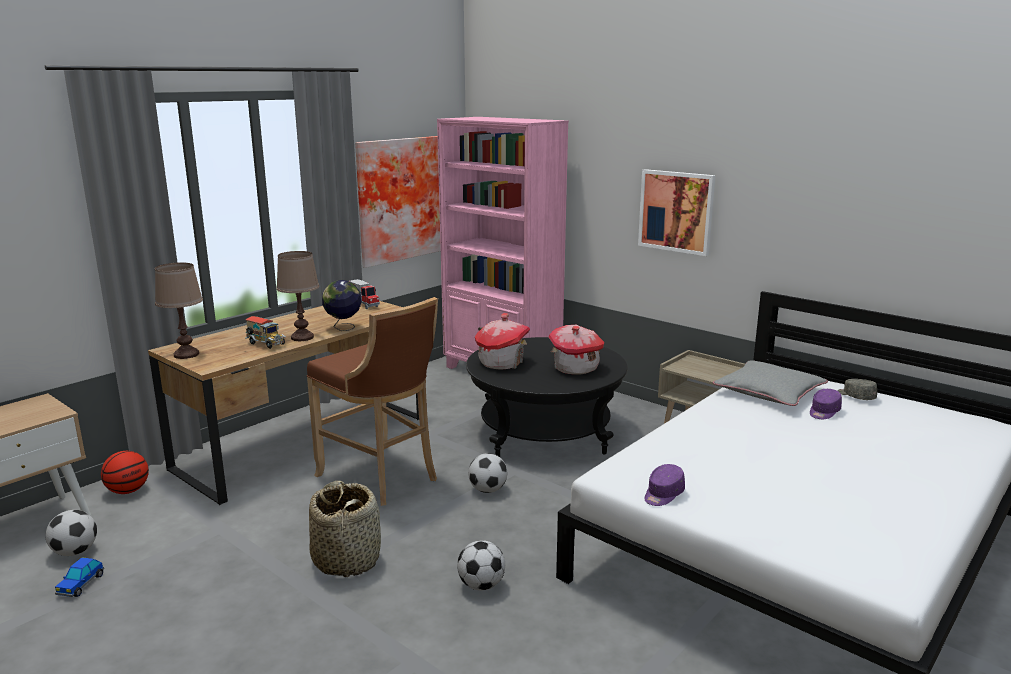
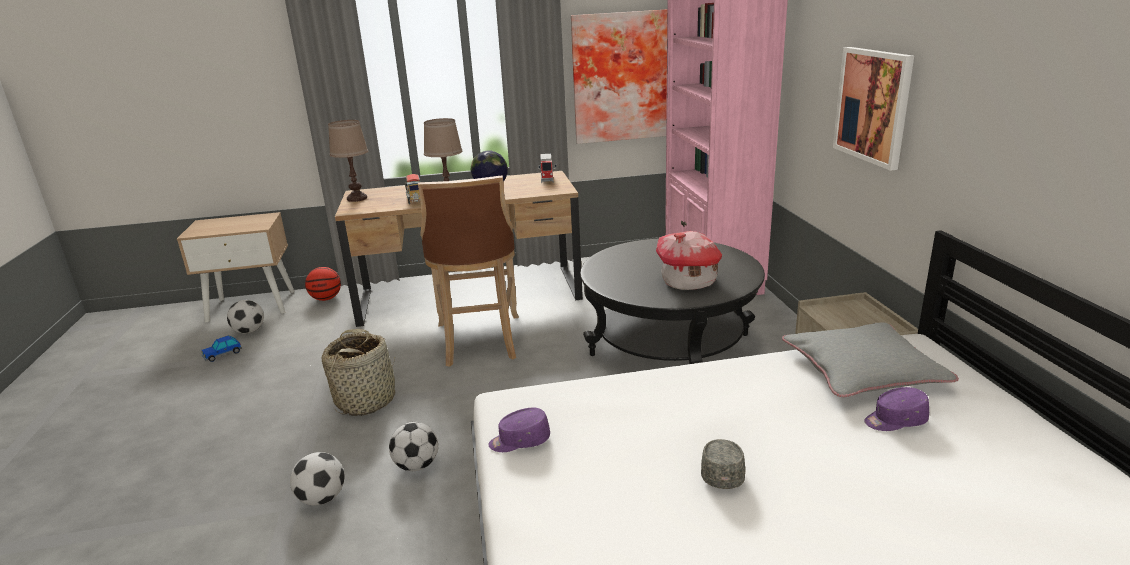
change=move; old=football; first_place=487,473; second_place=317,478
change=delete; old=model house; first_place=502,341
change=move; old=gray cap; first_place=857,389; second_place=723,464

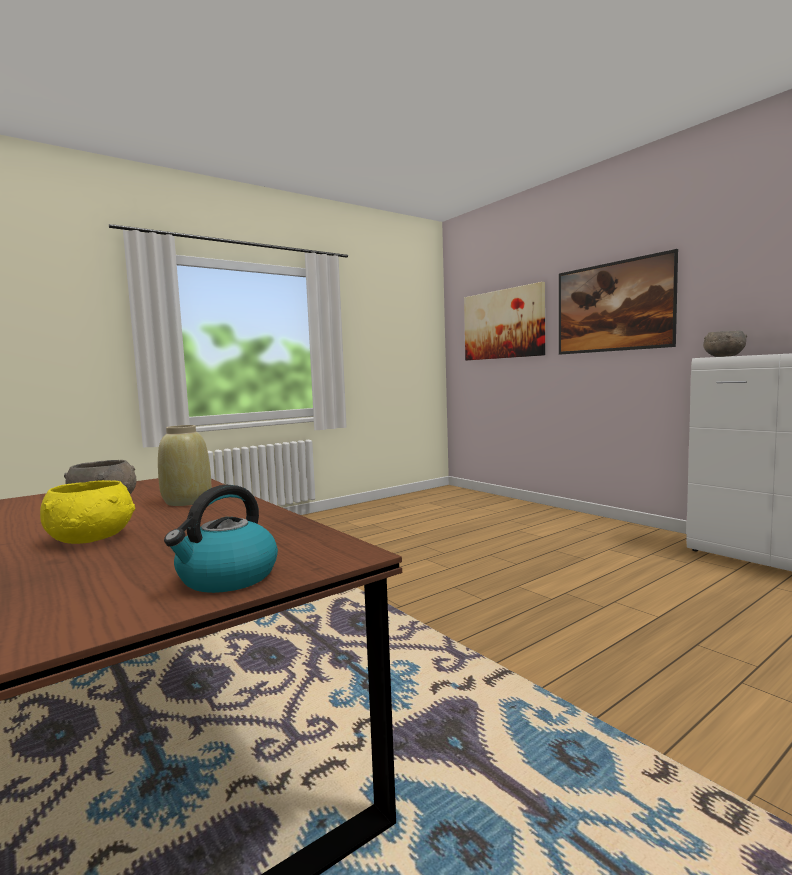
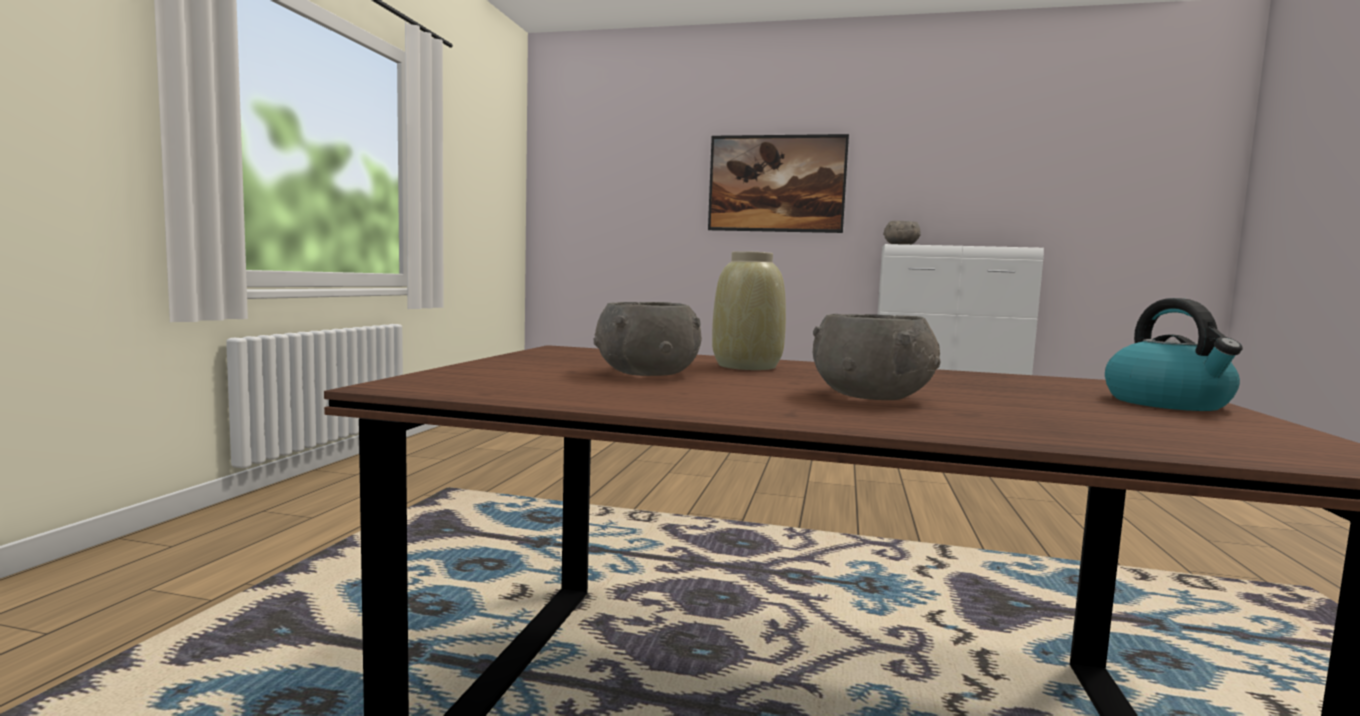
change=recolor; old=yellow-coloured deep dish; new=gray deep dish; first_place=87,512; second_place=876,357
change=delete; old=picture; first_place=504,321

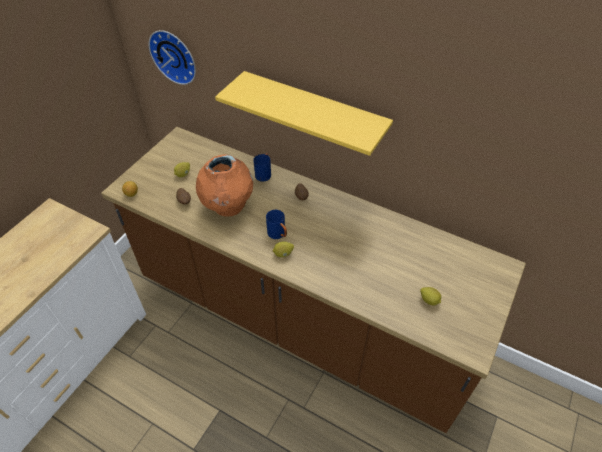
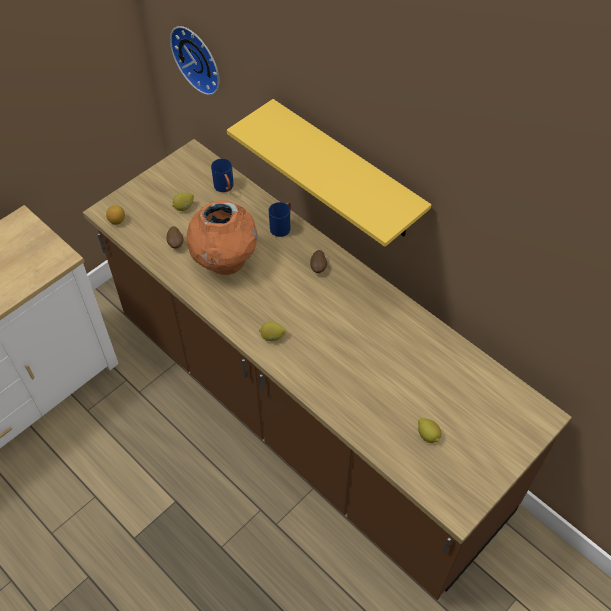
change=move; old=blue-coloured coffee mug; first_place=276,224; second_place=222,175

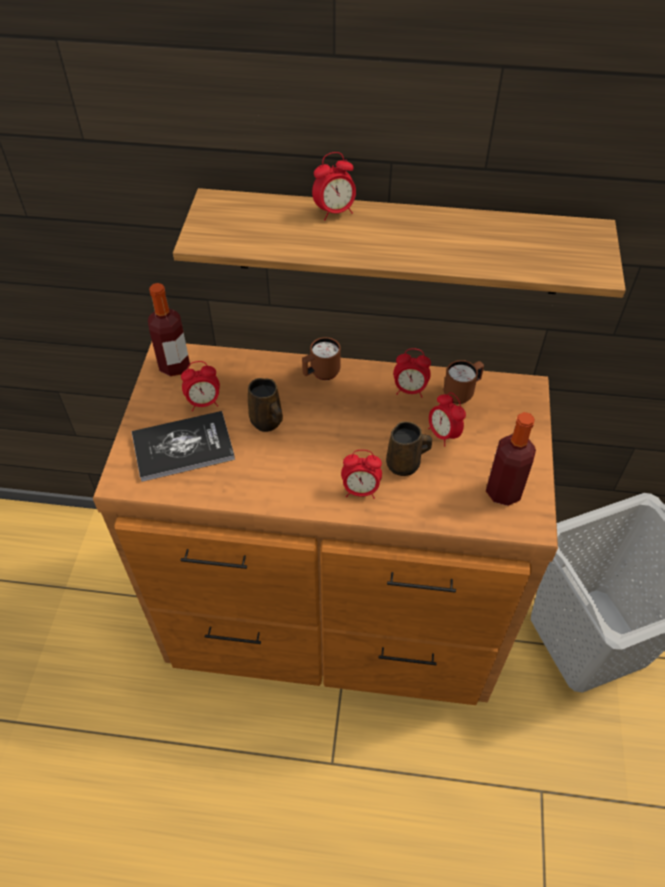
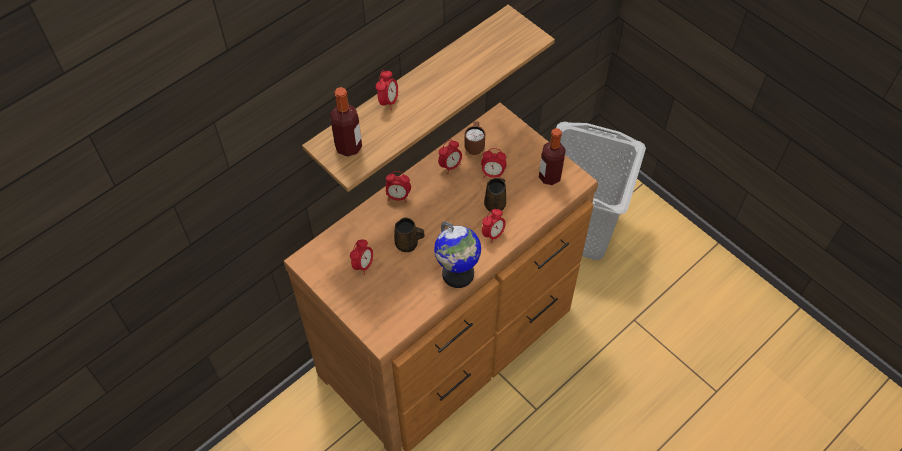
change=delete; old=book; first_place=183,446
change=move; old=drink bottle; first_place=169,329; second_place=346,122
change=replace; old=brown coffee mug; new=alarm clock; first_place=321,358; second_place=398,186
change=insert; new=globe; second_place=457,254

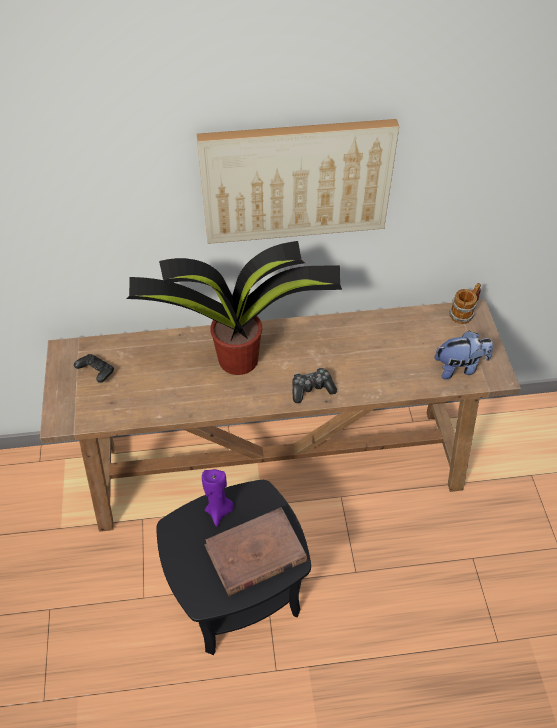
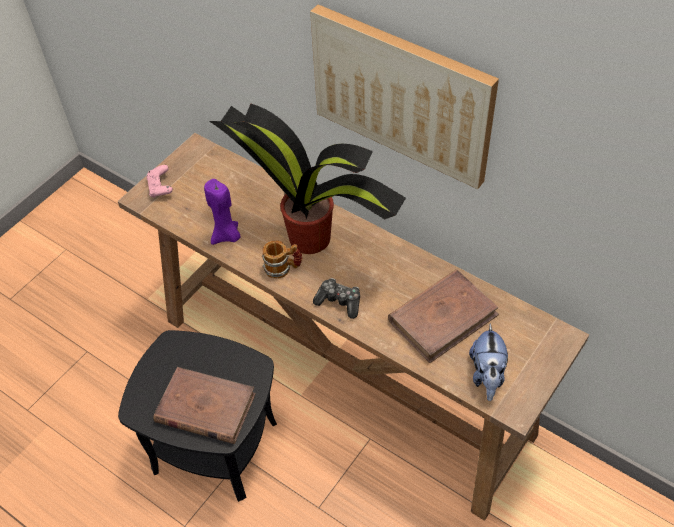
change=delete; old=black joypad; first_place=94,368
change=move; old=purplish candle; first_place=217,497; second_place=222,212
change=rotate; old=plush toy; first_place=463,355; second_place=488,362; degrees=60
change=move; old=coffee mug; first_place=465,303; second_place=282,259
change=insert; new=pink-coloured joypad; second_place=160,181
change=insert; new=brown book; second_place=443,316

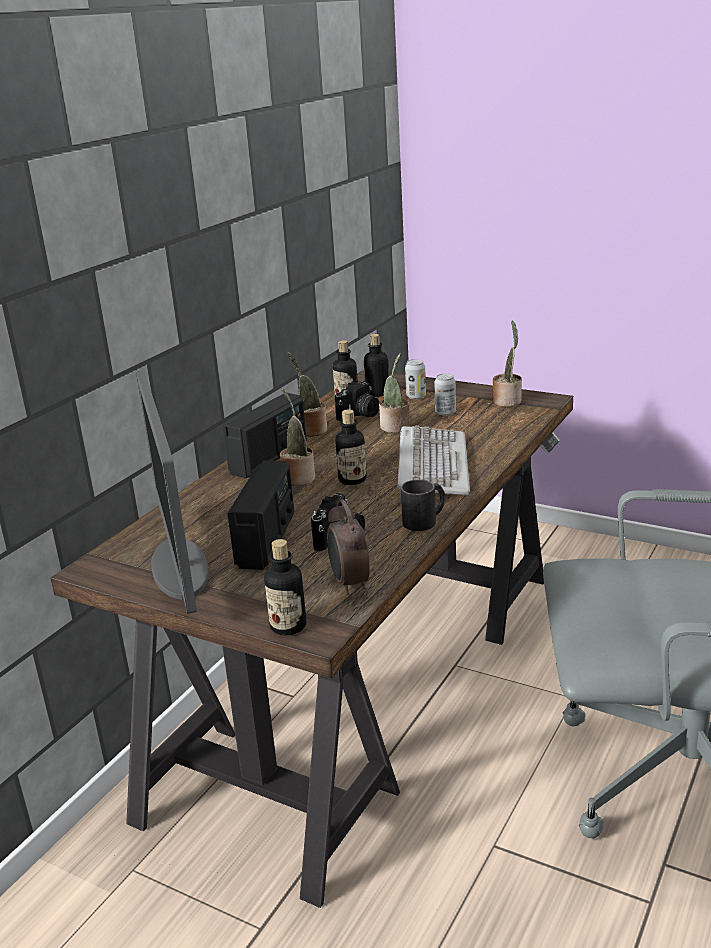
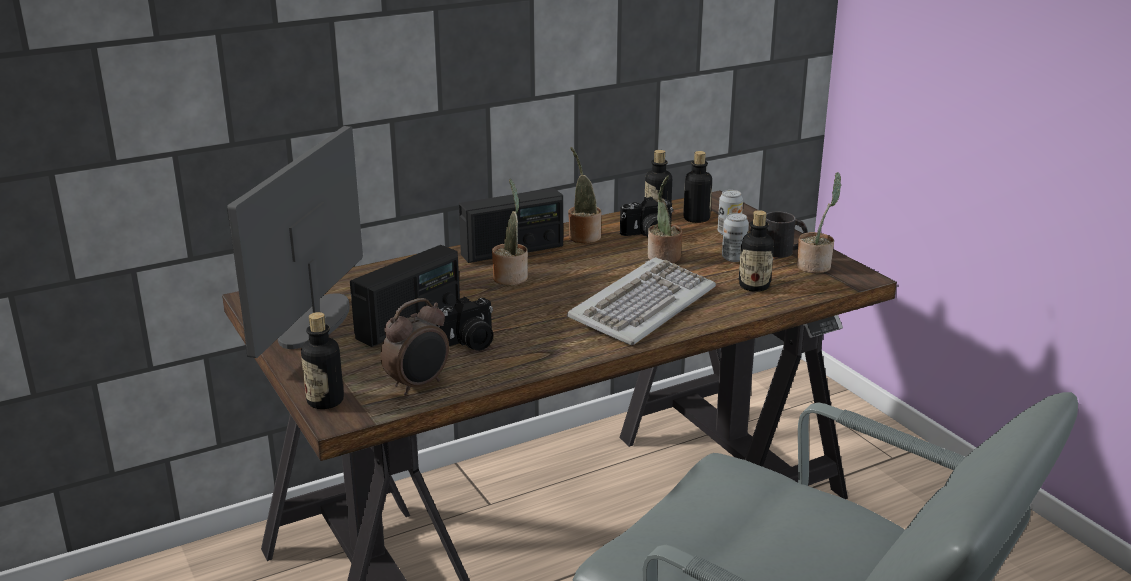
change=rotate; old=alarm clock; first_place=348,547; second_place=415,347; degrees=-150
change=move; old=drink bottle; first_place=350,447; second_place=756,251
change=move; old=black coffee mug; first_place=423,505; second_place=787,235

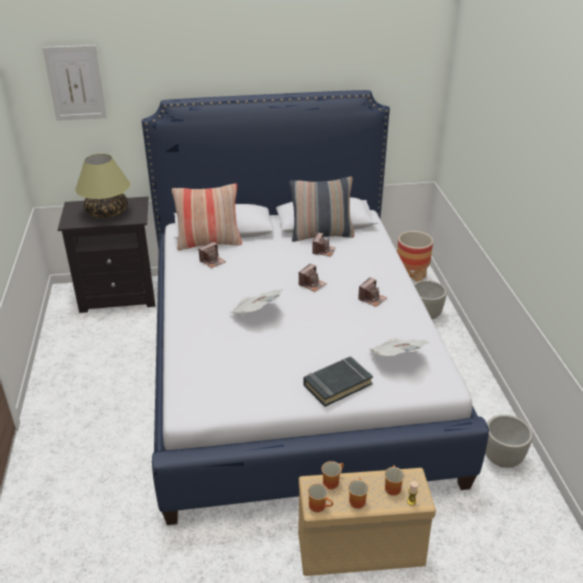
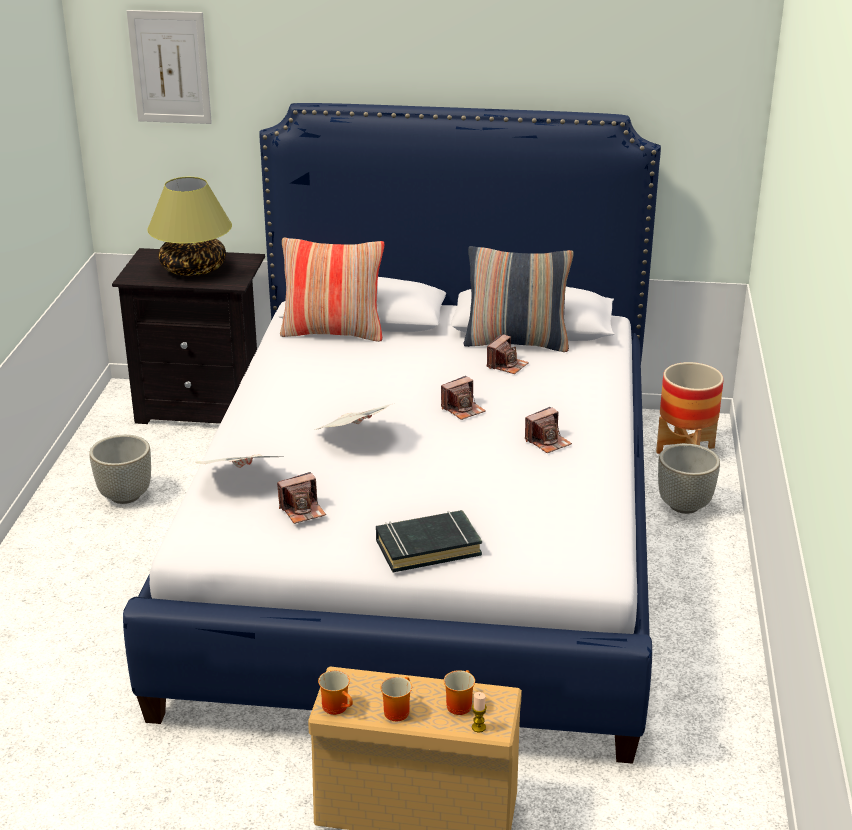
change=move; old=still camera; first_place=212,255; second_place=301,498
change=delete; old=coffee mug; first_place=333,475
change=move; old=newspaper; first_place=399,347; second_place=238,461
change=move; old=gray flower pot; first_place=509,441; second_place=120,469

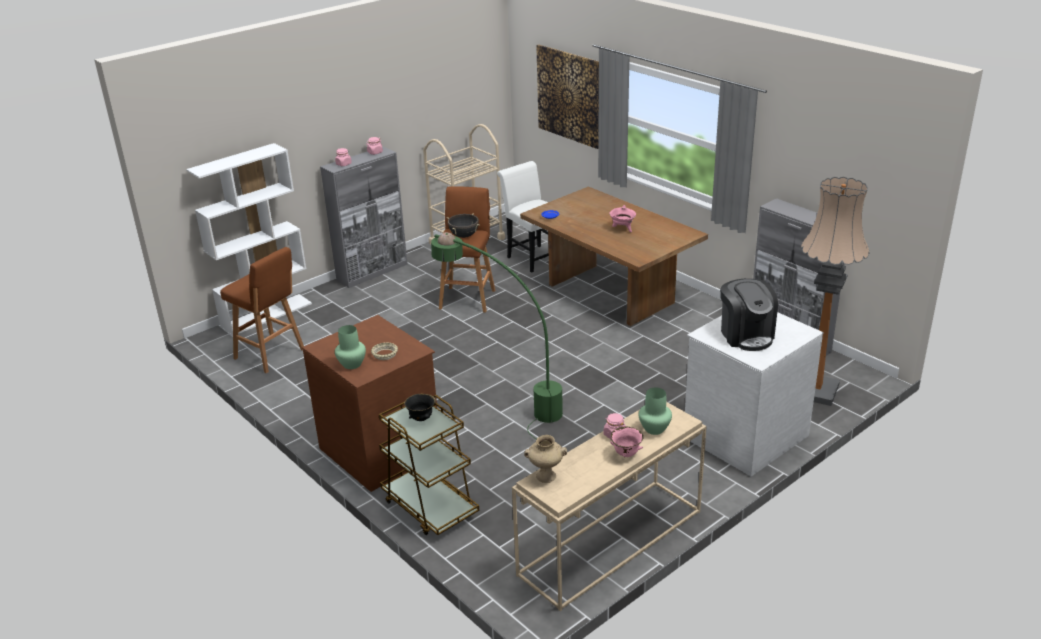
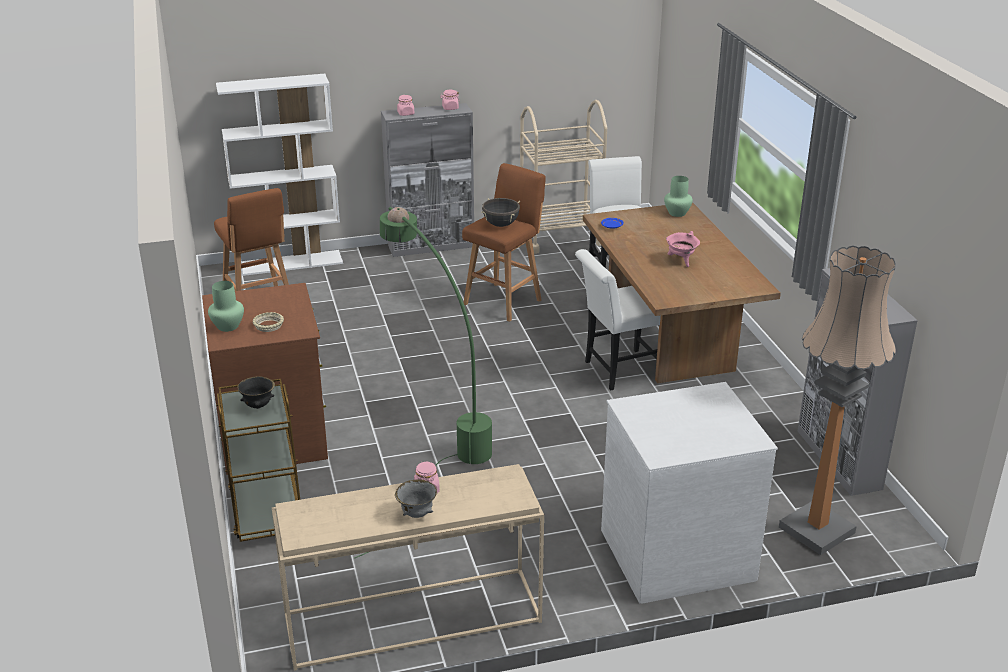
change=delete; old=sand-coloured decorative vase; first_place=545,459
change=delete; old=picture; first_place=567,97
change=recolor; old=pink-coloured deep dish; new=gray deep dish; first_place=626,442; second_place=416,498
change=move; old=green decorative vase; first_place=655,411; second_place=678,196
change=delete; old=coffee maker; first_place=749,315
change=insert; new=white-coloured upright chair; second_place=618,319

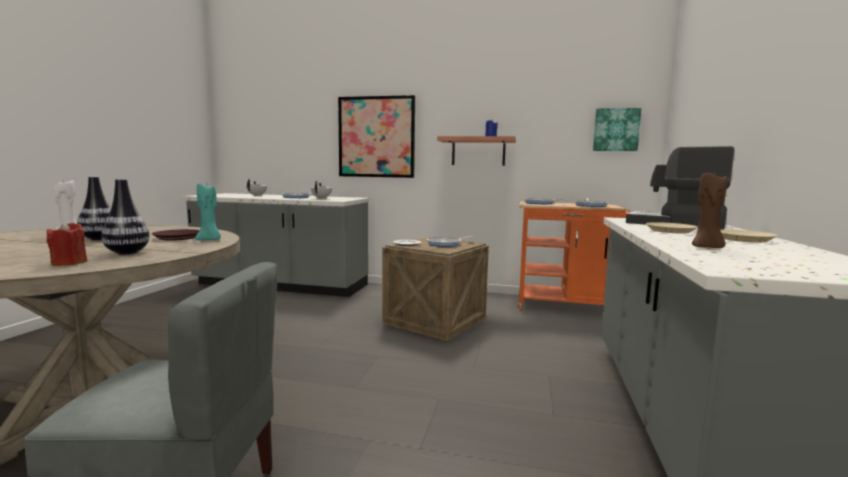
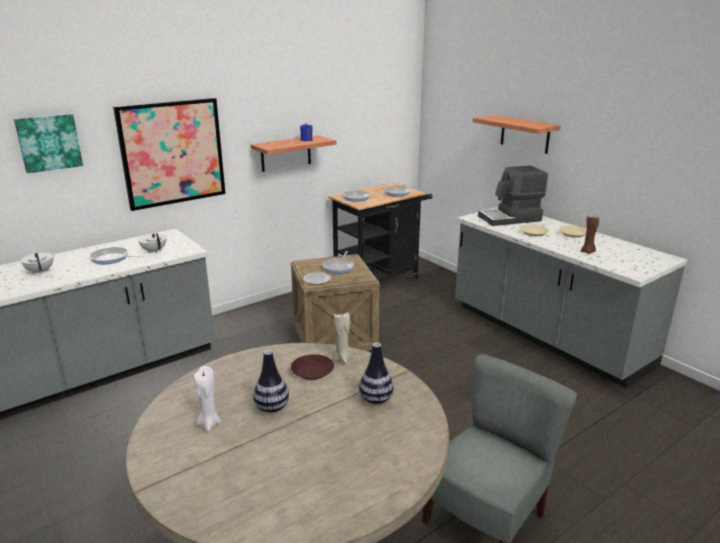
change=delete; old=red candle; first_place=67,243
change=recolor; old=blue-green candle; new=sand-coloured candle; first_place=208,212; second_place=342,338
change=recolor; old=orange cart; new=black cart; first_place=574,256; second_place=380,232
change=move; old=picture; first_place=617,129; second_place=48,143
change=insert; new=wall shelf; second_place=517,134

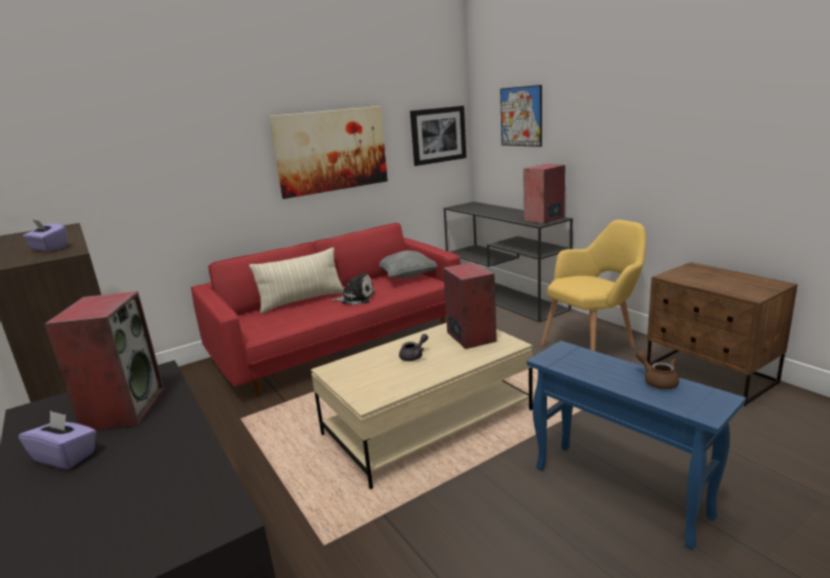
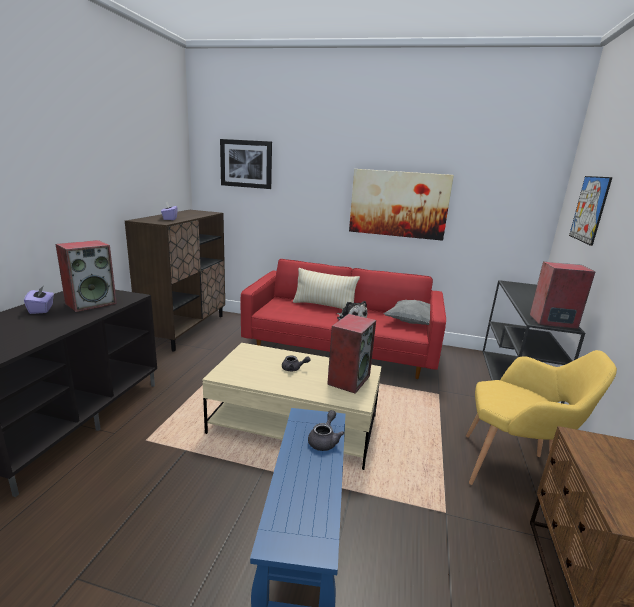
change=move; old=picture; first_place=438,136; second_place=246,164
change=delete; old=brown pot for tea; first_place=657,370
change=insert; new=gray pot for tea; second_place=326,430

